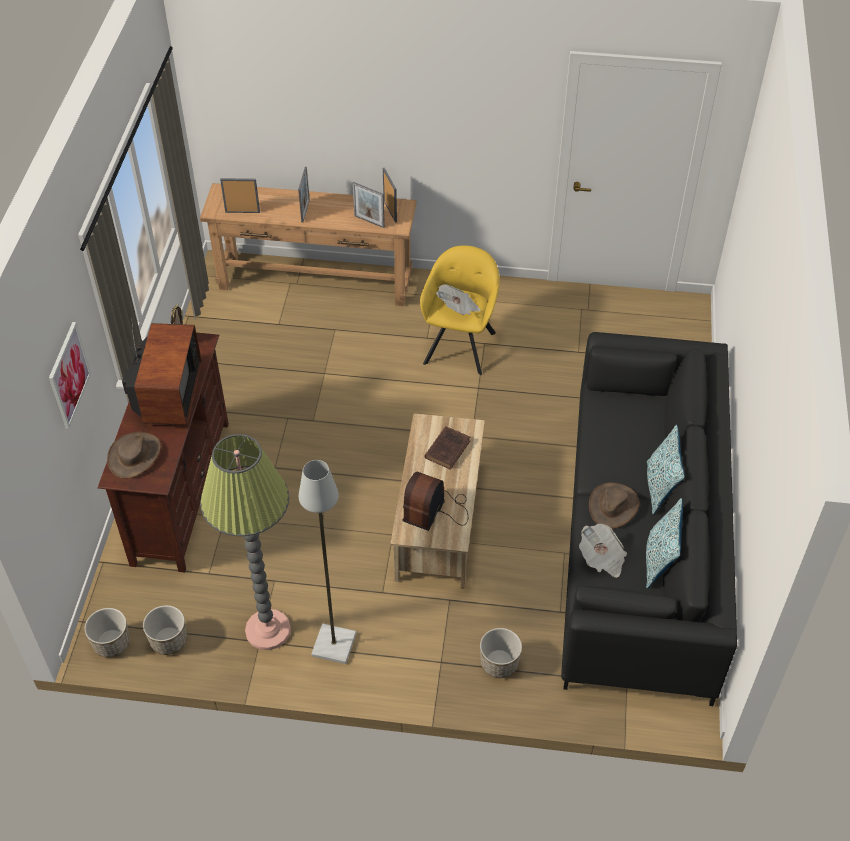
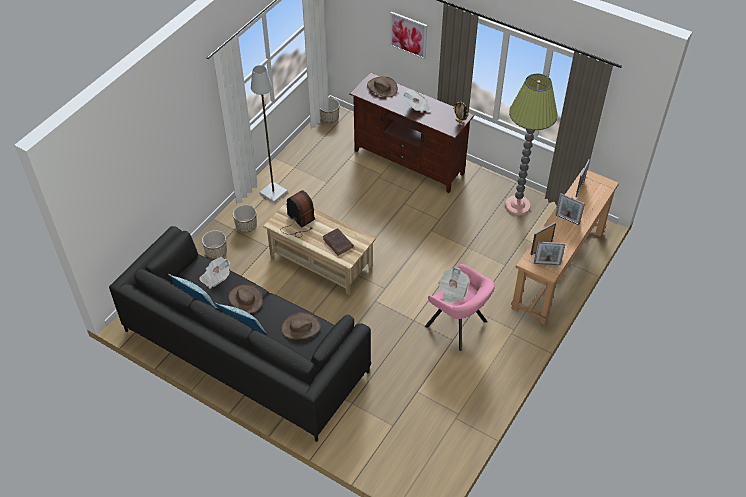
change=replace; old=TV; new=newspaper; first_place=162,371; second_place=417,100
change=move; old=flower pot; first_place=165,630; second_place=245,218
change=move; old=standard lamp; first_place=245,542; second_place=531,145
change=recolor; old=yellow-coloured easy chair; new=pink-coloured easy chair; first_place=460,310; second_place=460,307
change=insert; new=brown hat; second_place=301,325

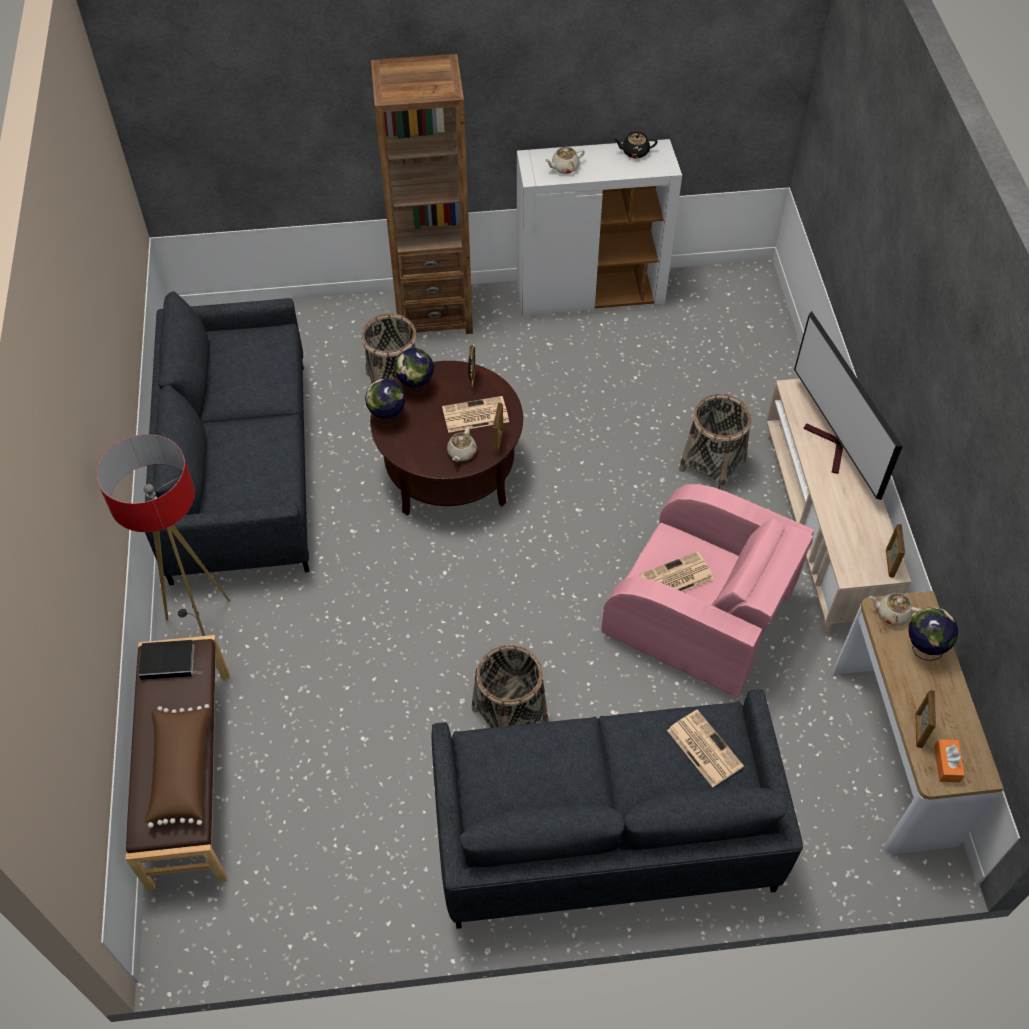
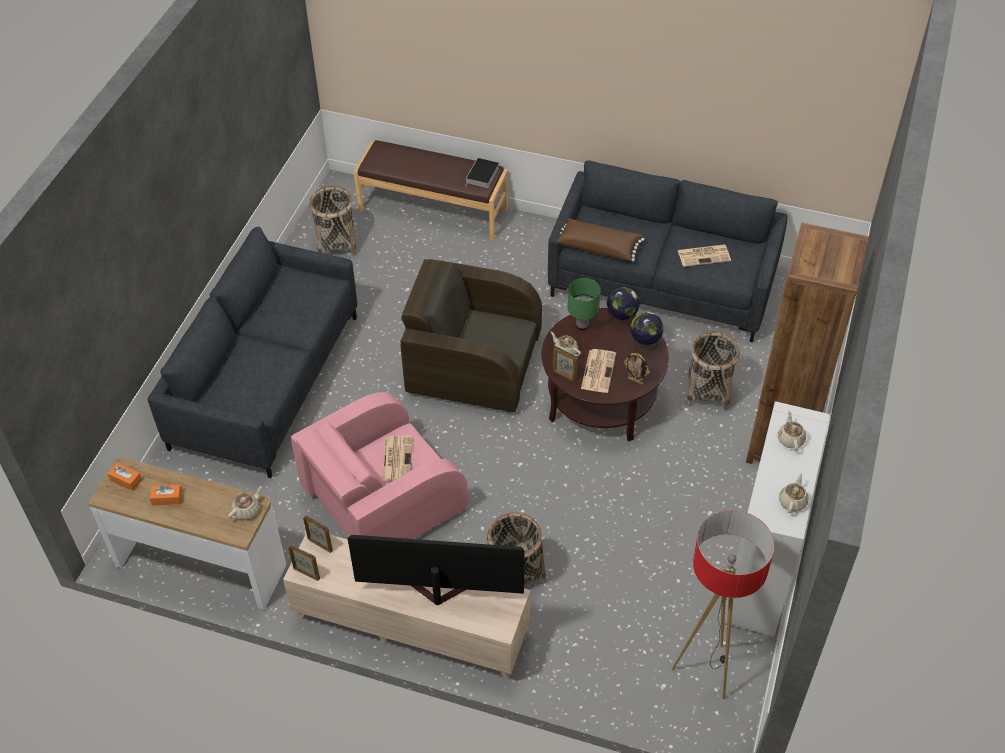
change=move; old=standard lamp; first_place=163,535; second_place=723,604
change=move; old=brown cushion; first_place=177,766; second_place=601,240
change=move; old=household basket; first_place=510,686; second_place=333,221
change=recolor; old=black pot for tea; new=sand-coloured pot for tea; first_place=636,145; second_place=793,493
change=move; old=newspaper; first_place=705,748; second_place=704,256
change=delete; old=globe; first_place=933,634
change=move; old=photo frame; first_place=926,719; second_place=318,534
change=insert; new=orange box of tissues; second_place=166,494
change=insert; new=brown easy chair; second_place=471,336
change=insert; new=green table lamp; second_place=584,304

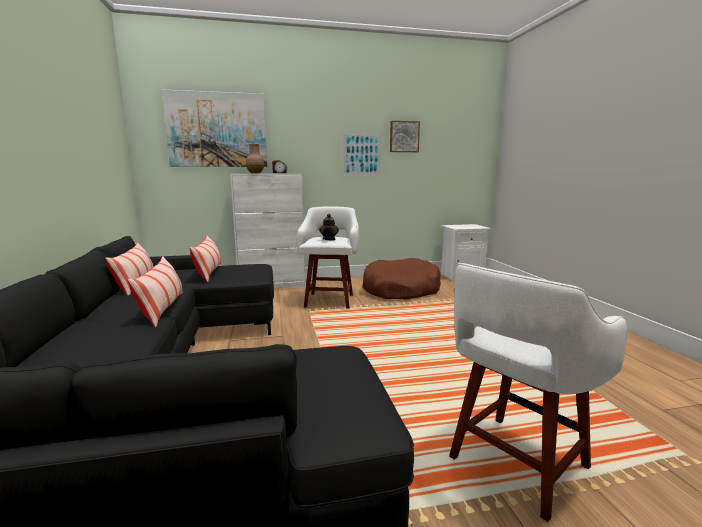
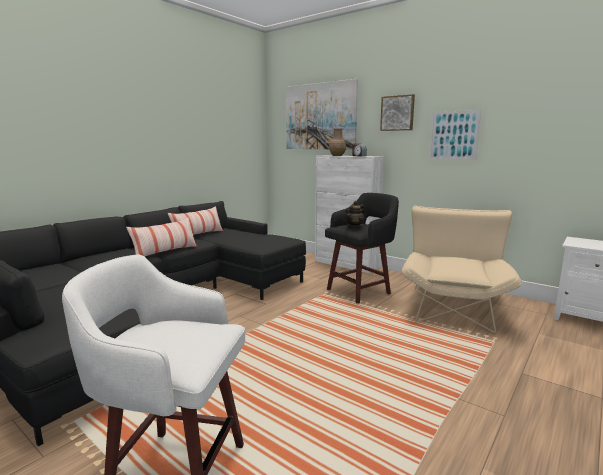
change=delete; old=cushion; first_place=205,259
change=recolor; old=white-coloured stool; new=black stool; first_place=328,257; second_place=362,248
change=replace; old=brown pet bed; new=sand-coloured easy chair; first_place=402,279; second_place=462,269
change=move; old=picture; first_place=405,136; second_place=397,112

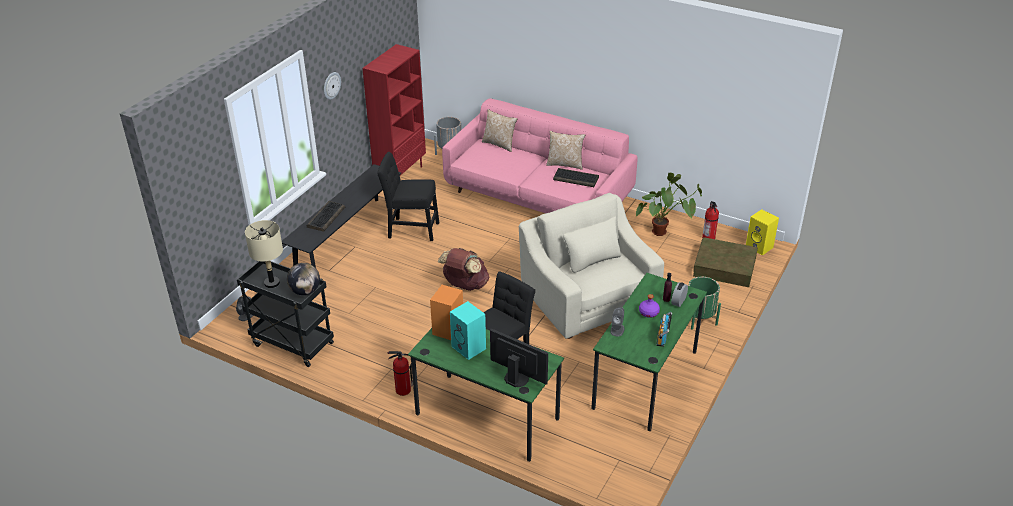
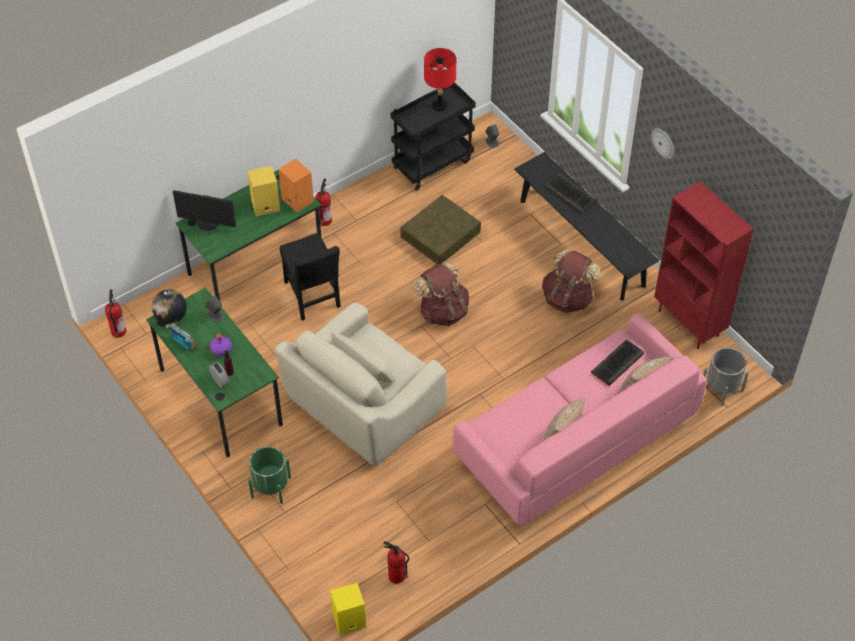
change=recolor; old=sand-coloured table lamp; new=red table lamp; first_place=264,254; second_place=440,79
change=move; old=globe; first_place=303,279; second_place=169,307
change=replace; old=black upright chair; new=brown rucksack; first_place=408,196; second_place=571,281
change=recolor; old=blue-green audio speaker; new=yellow-coloured audio speaker; first_place=468,330; second_place=263,191
change=rotate; old=computer display; first_place=519,357; second_place=204,210; degrees=45
change=rotate; old=sand-coloured easy chair; first_place=591,266; second_place=361,384; degrees=135
change=move; old=computer keyboard; first_place=576,177; second_place=617,363
change=delete; old=houseplant; first_place=669,204
change=move; old=brown storage box; first_place=725,262; second_place=440,229
change=insert; new=fire-fighting cylinder; second_place=115,313

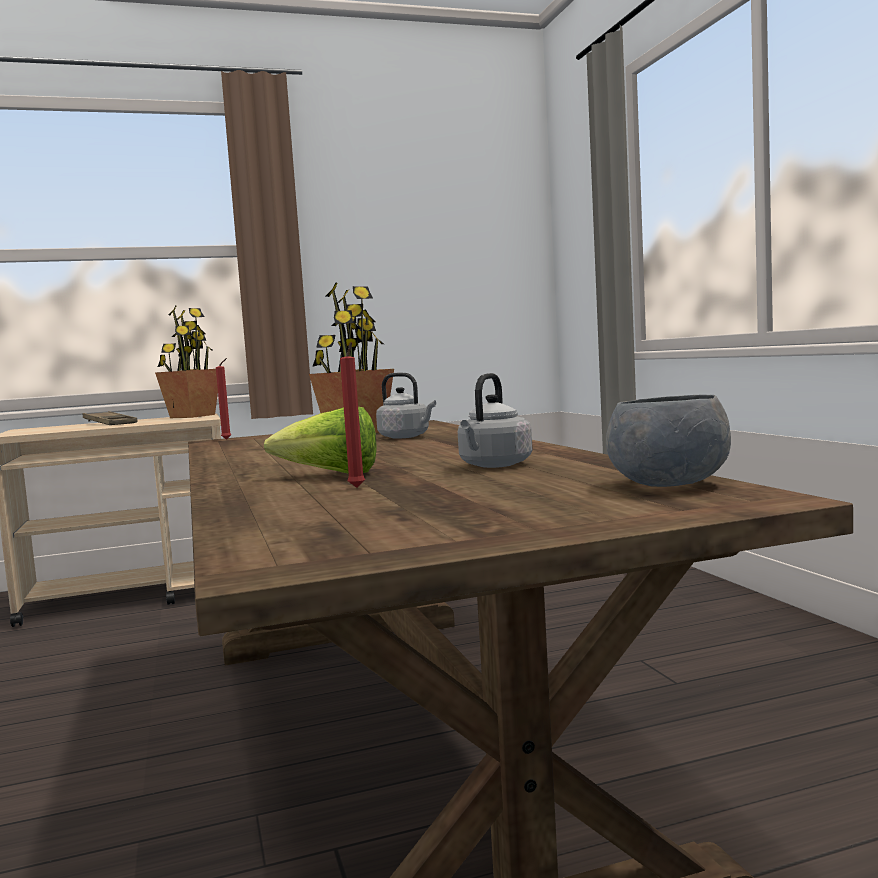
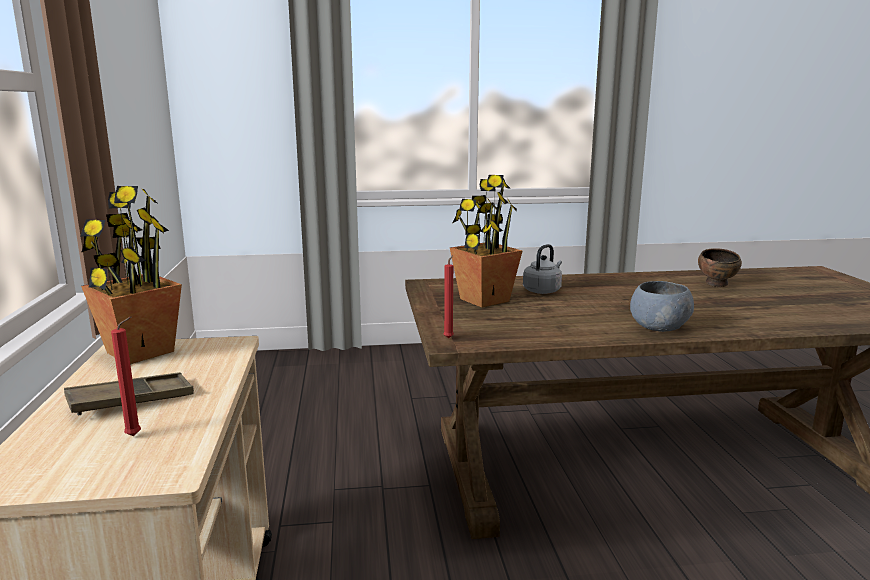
change=delete; old=head of lettuce; first_place=320,440
change=move; old=red candle; first_place=352,415; second_place=126,376
change=replace; old=gray water kettle; new=brown deep dish; first_place=495,420; second_place=720,267
change=move; old=gray deep dish; first_place=668,441; second_place=662,306

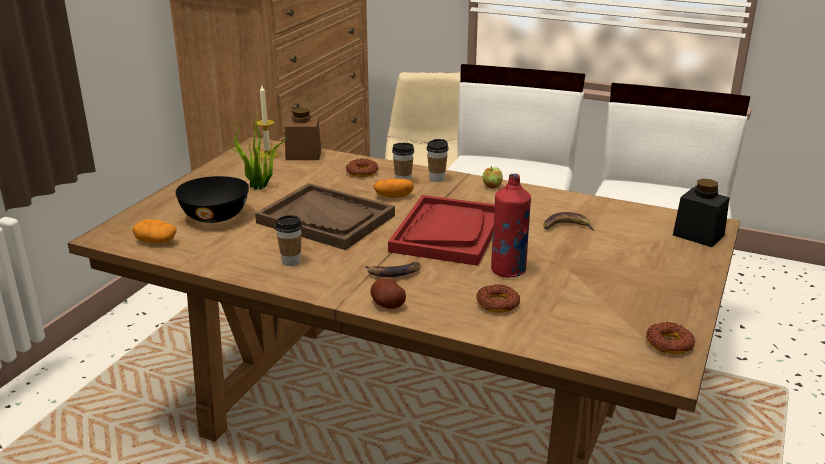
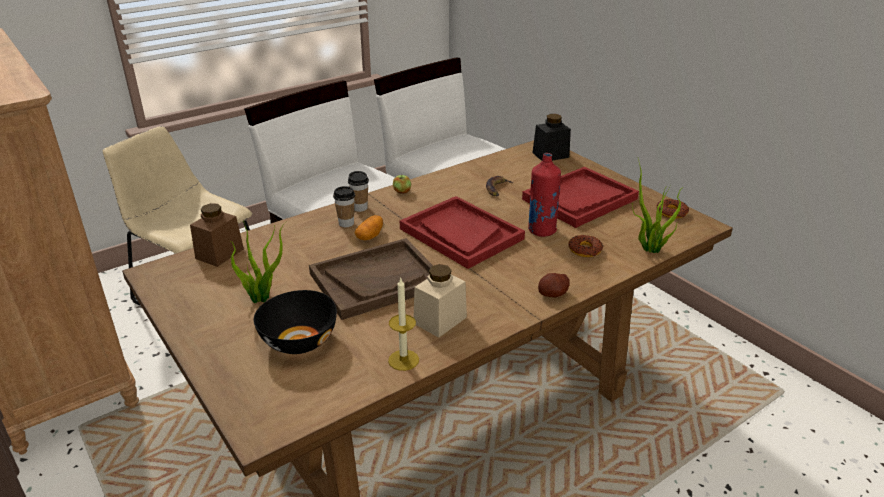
change=delete; old=whole potato; first_place=154,231
change=move; old=candle; first_place=267,122; second_place=403,324
change=replace; old=cup; new=sand-coloured storage jar; first_place=288,240; second_place=440,301
change=delete; old=doughnut; first_place=362,168
change=delete; old=whole banana; first_place=393,269
change=insert; new=red serving tray; second_place=580,197
change=insert; new=houseplant; second_place=657,206

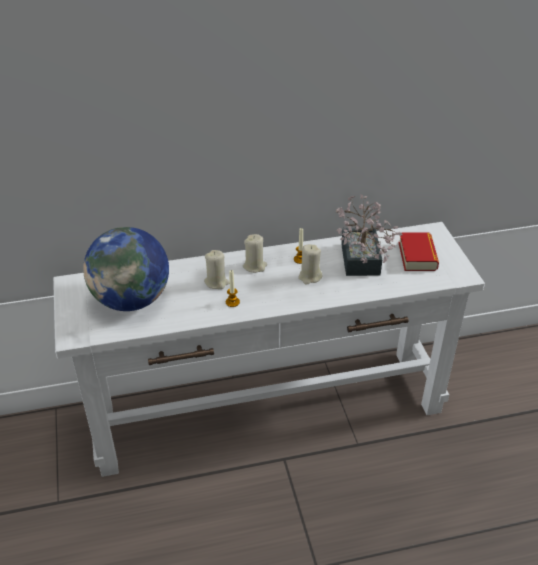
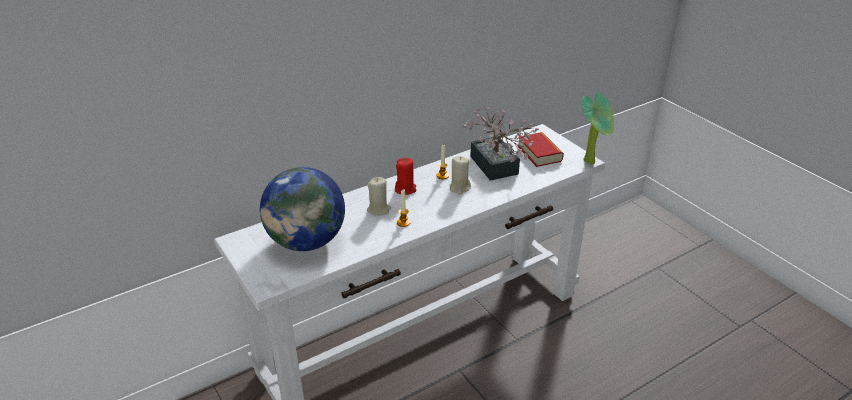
change=recolor; old=sand-coloured candle; new=red candle; first_place=255,253; second_place=406,176
change=insert; new=houseplant; second_place=597,128

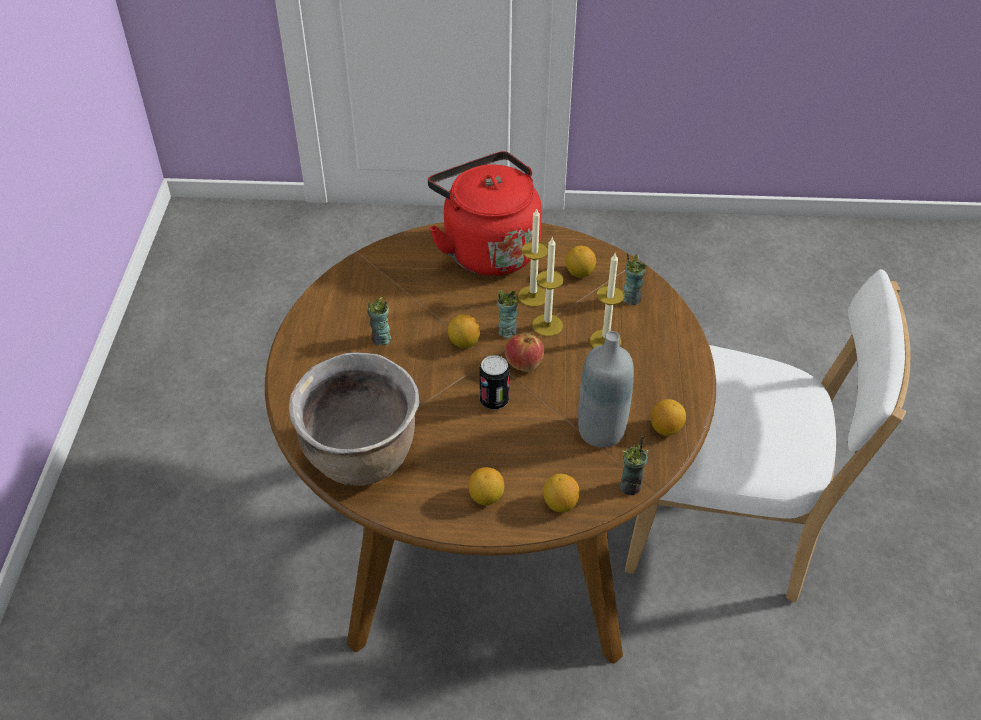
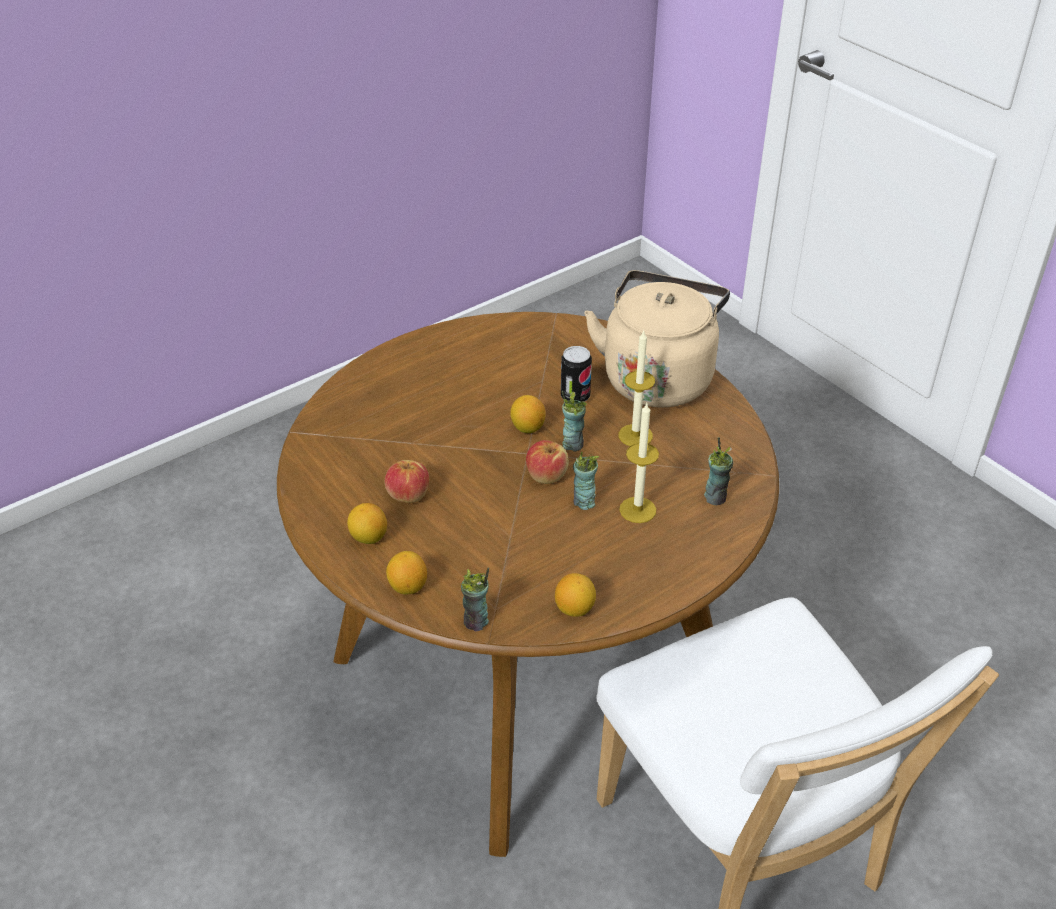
change=delete; old=brown saucepot; first_place=354,419
change=move; old=cup; first_place=379,321; second_place=586,481
change=recolor; old=red water kettle; new=sand-coloured water kettle; first_place=485,213; second_place=657,339
change=move; old=can; first_place=494,382; second_place=576,374
change=delete; old=candle; first_place=548,287
change=delete; old=lemon; first_place=581,261
change=delete; old=gray drink bottle; first_place=606,389
change=insert; new=whole apple; second_place=407,481

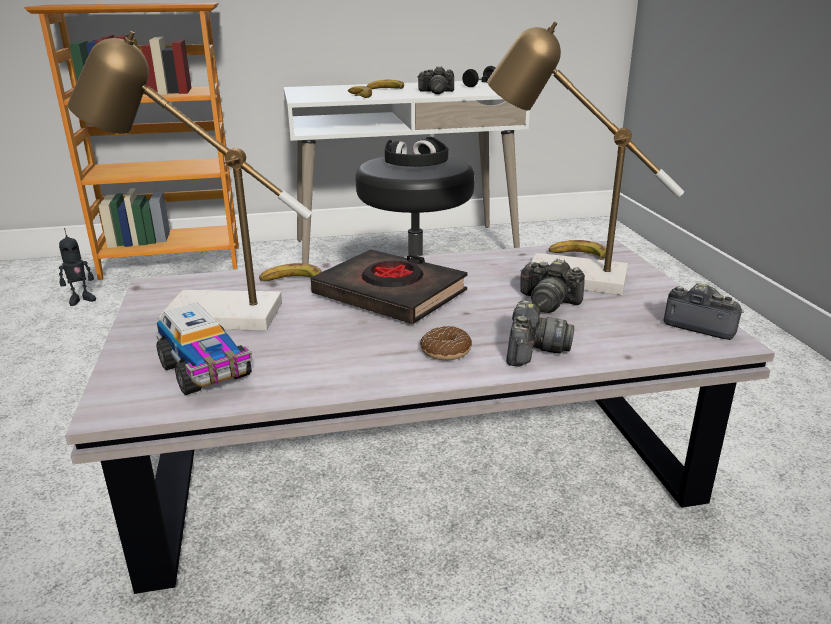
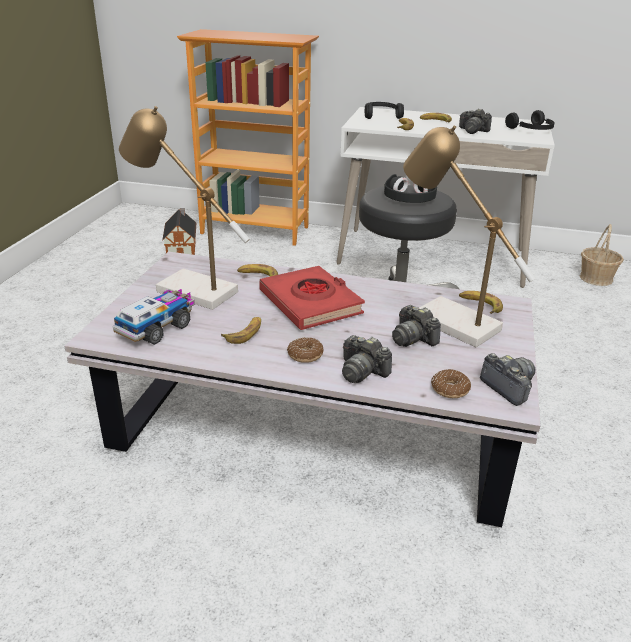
change=replace; old=robot figure; new=model house; first_place=77,267; second_place=179,231
change=rotate; old=toy lorry; first_place=204,349; second_place=154,317; degrees=-135
change=recolor; old=black book; new=red book; first_place=389,286; second_place=312,298
change=rotate; old=still camera; first_place=540,333; second_place=367,359; degrees=90
change=insert; new=whole banana; second_place=241,330
change=insert; new=black pair of headphones; second_place=384,110
change=insert; new=doughnut; second_place=451,383
change=insert; new=household basket; second_place=602,255

